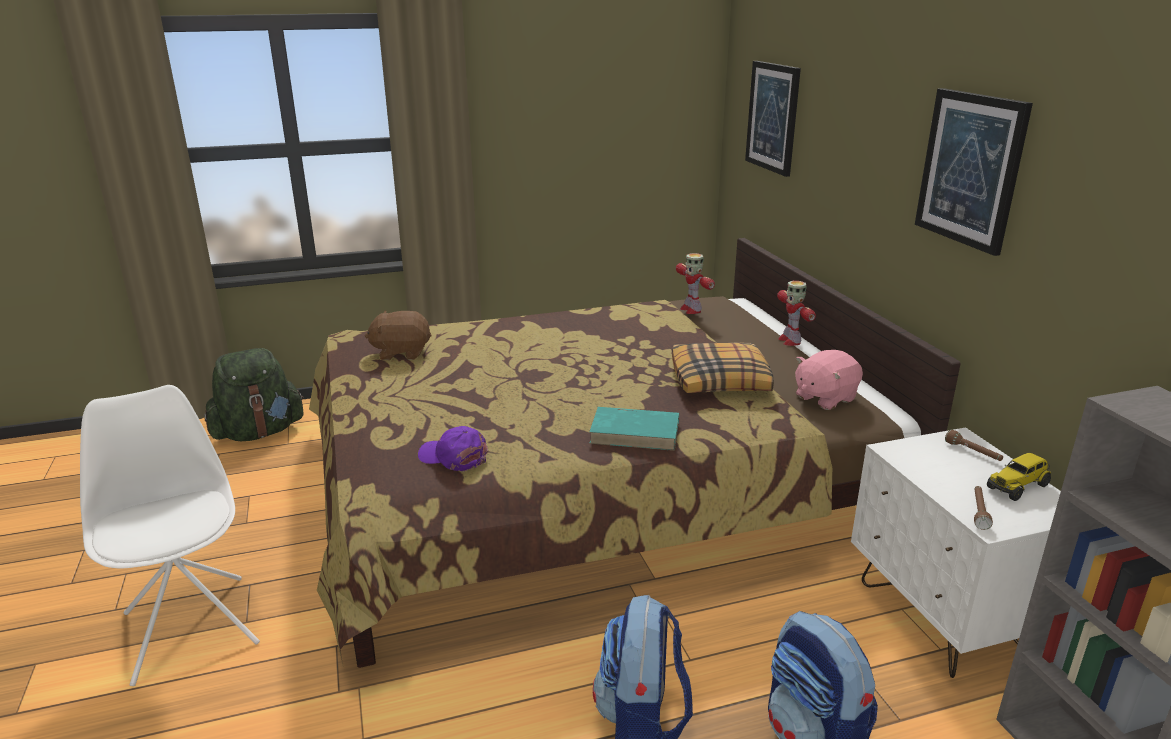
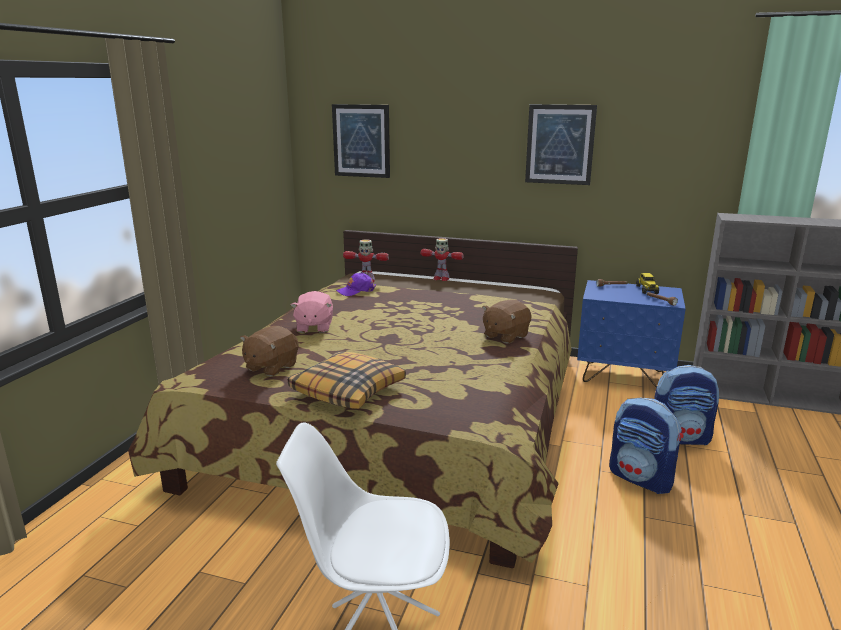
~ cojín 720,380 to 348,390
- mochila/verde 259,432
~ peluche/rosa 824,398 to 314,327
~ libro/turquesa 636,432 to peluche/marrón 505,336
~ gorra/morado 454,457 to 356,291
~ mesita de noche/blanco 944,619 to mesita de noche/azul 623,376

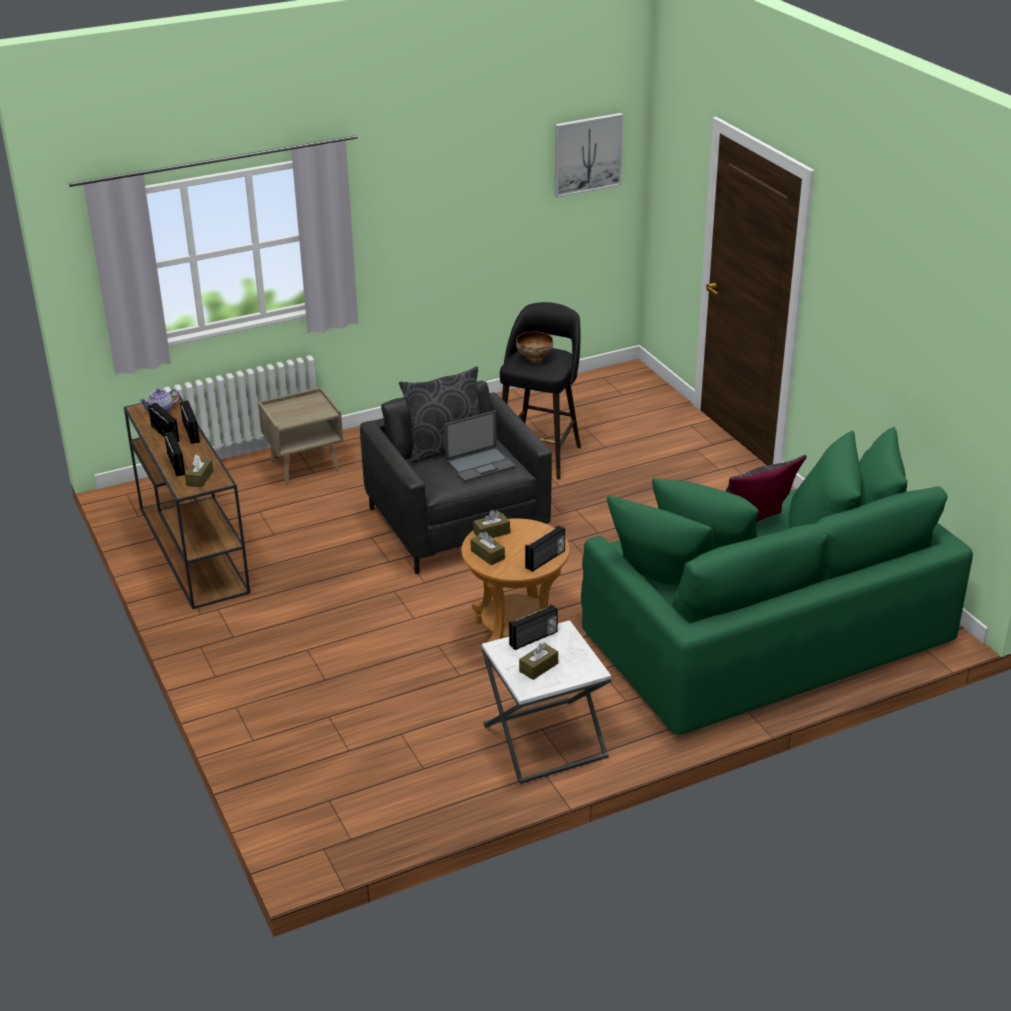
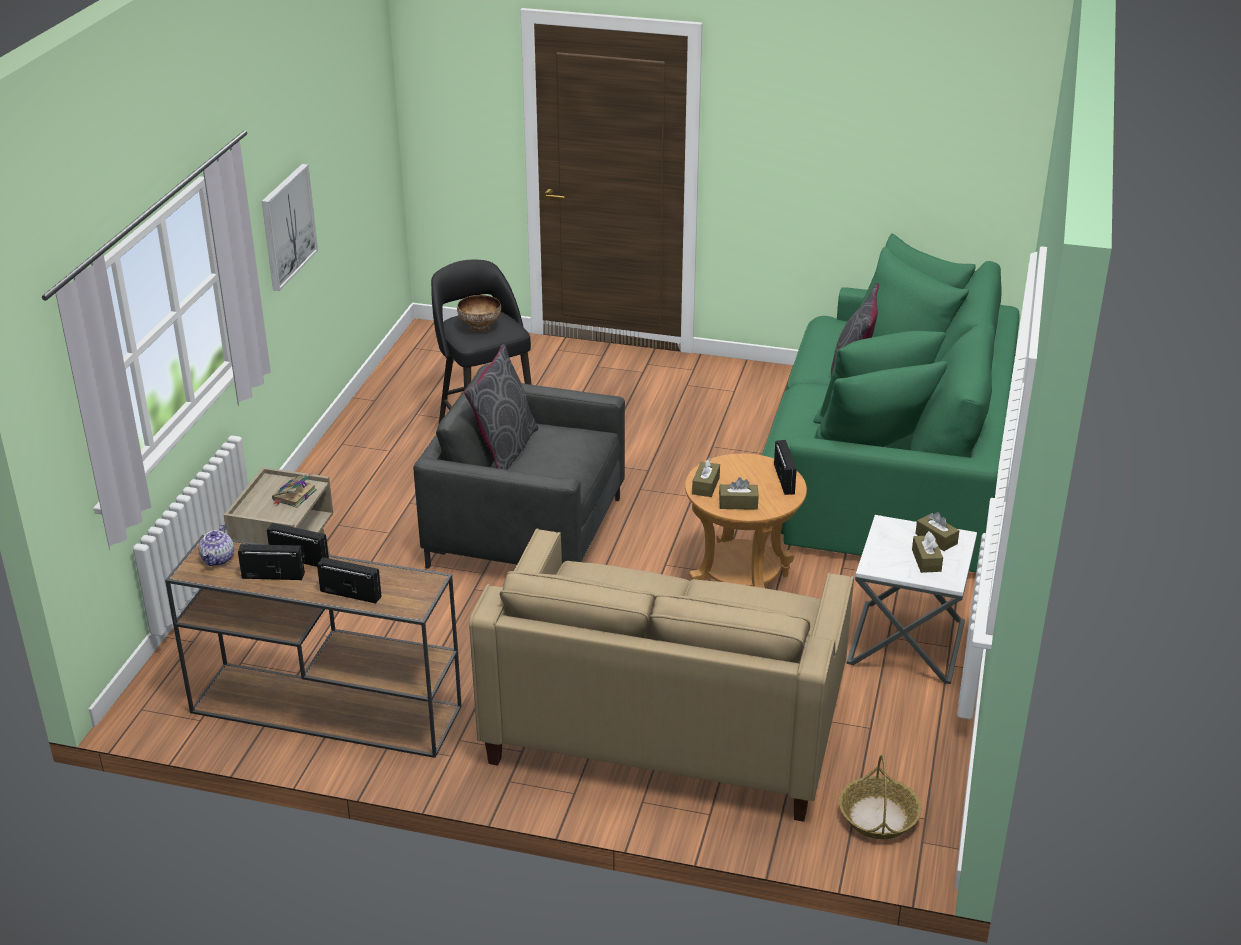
~ cuadro 587,154 to 287,226
- portátil 480,464
~ caja de pañuelos/marrón 200,478 to 936,539
- radio 534,639
+ libro 294,496
+ sofá/beis 666,724
+ cesta 878,817

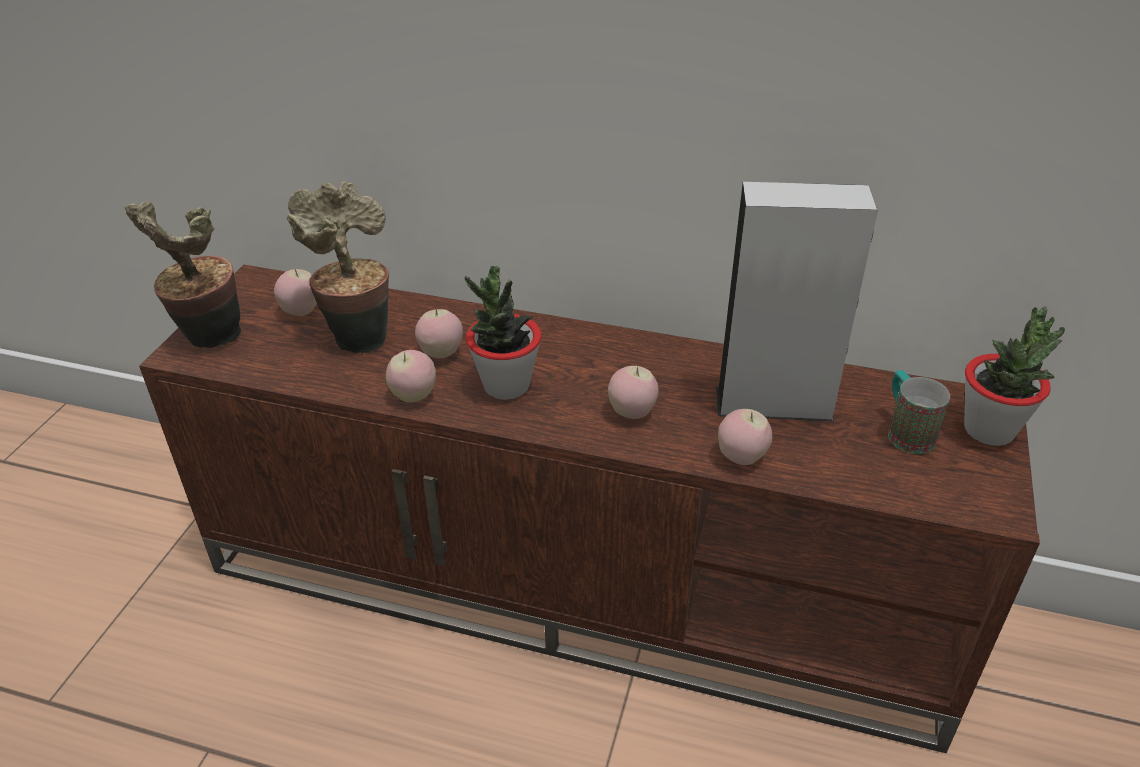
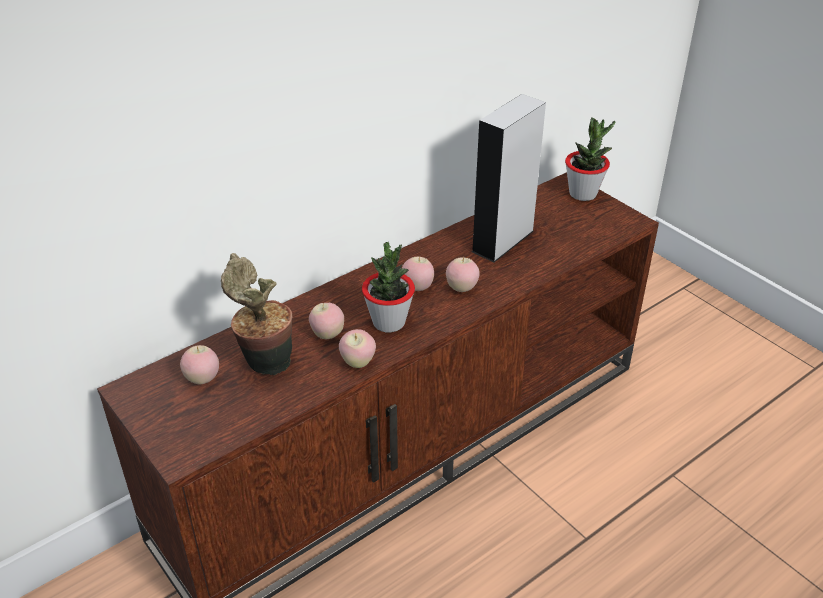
- planta en maceta 208,339
- taza grande 905,431
~ manzana 741,457 to 417,287

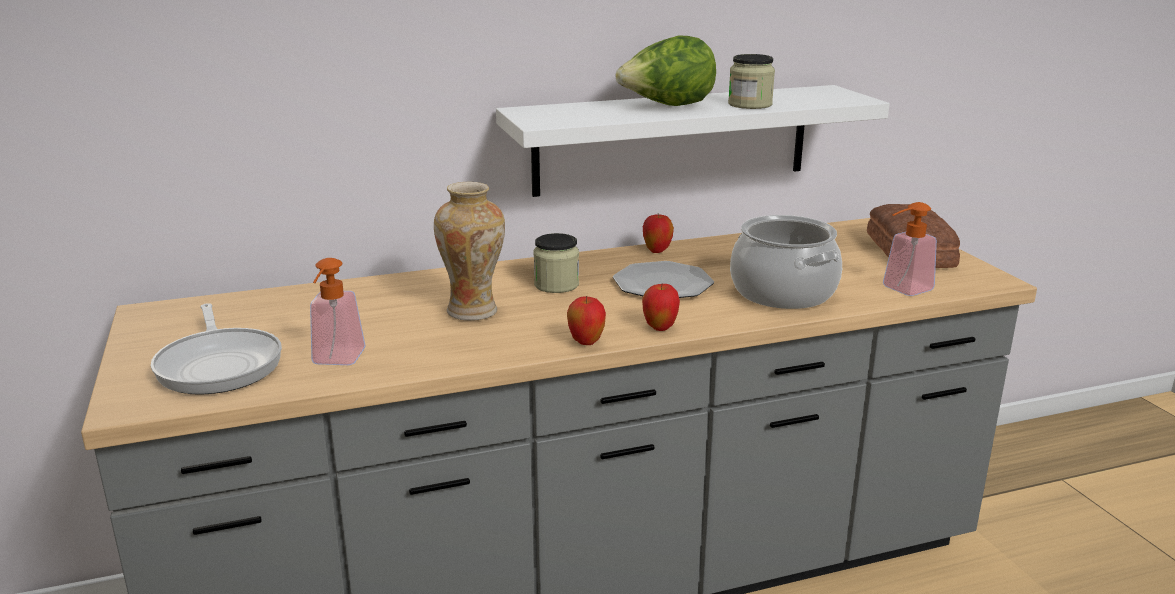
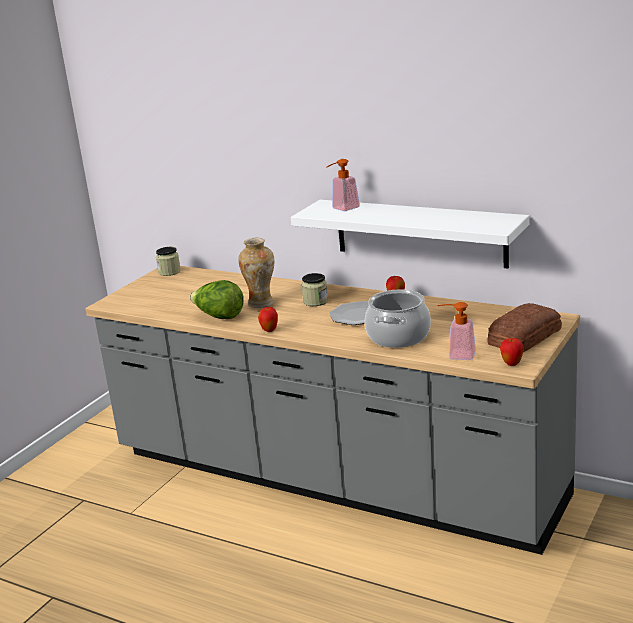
~ lechuga 667,106 to 219,317
~ tarro 750,104 to 169,272
~ dispensador de jabón 336,361 to 342,209
~ manzana 660,328 to 512,364
- sartén 219,365

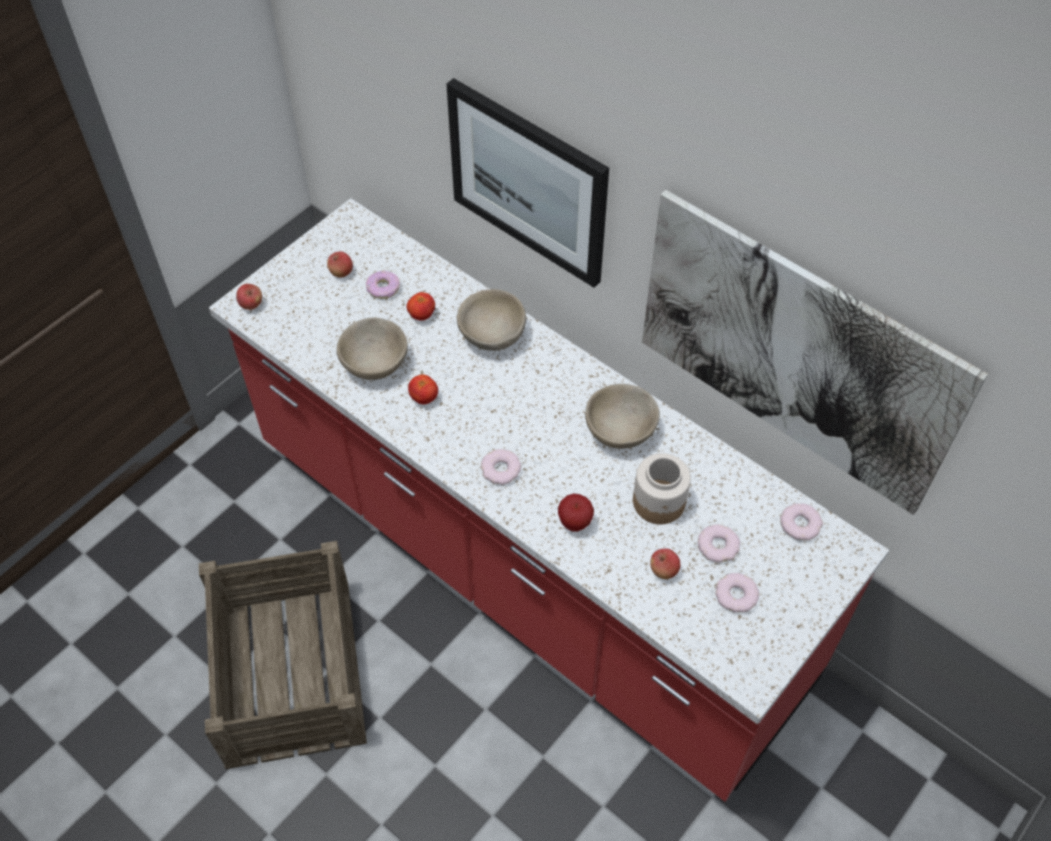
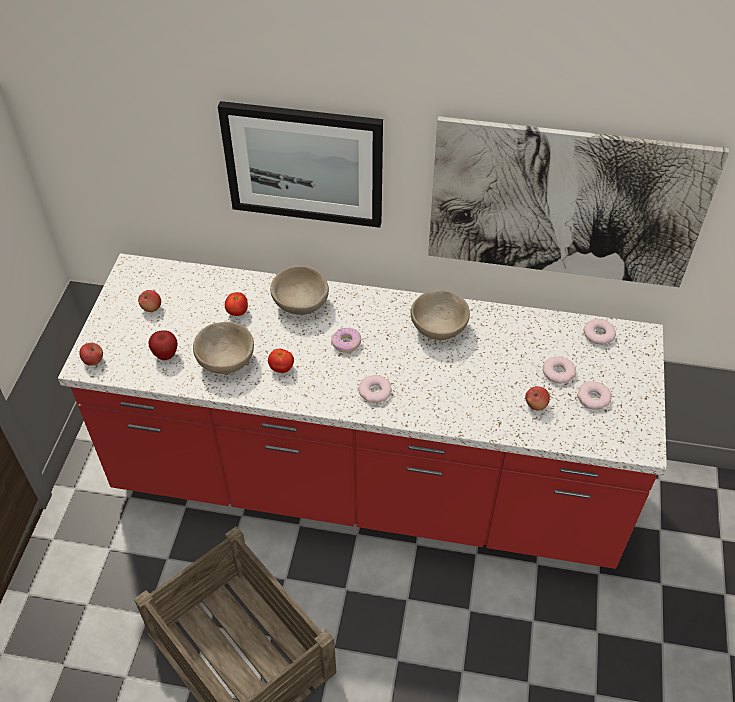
~ rosquilla 383,288 to 346,343
- tarro 659,502
~ manzana 575,523 to 166,355

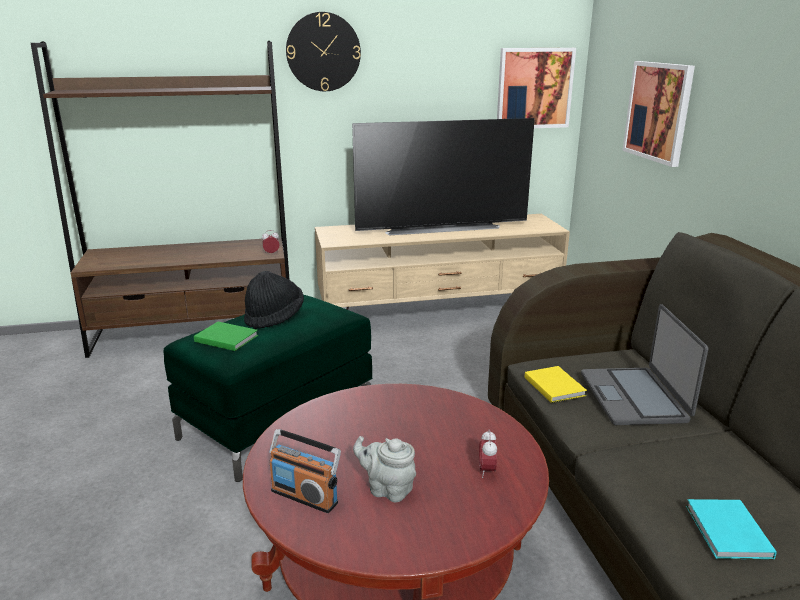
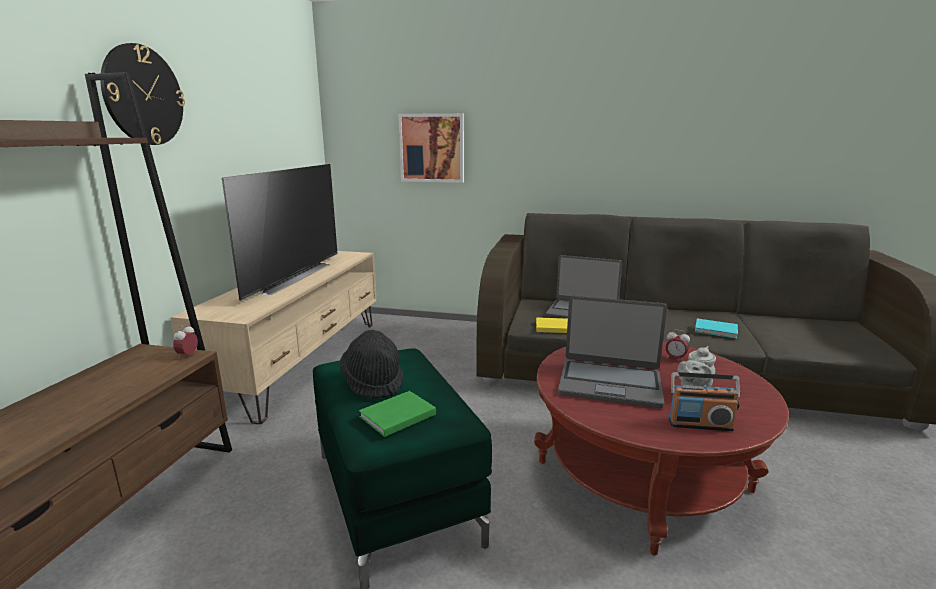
- cuadro 534,88
~ radio 305,496 = 700,424 45 degrees clockwise
+ portátil 610,383

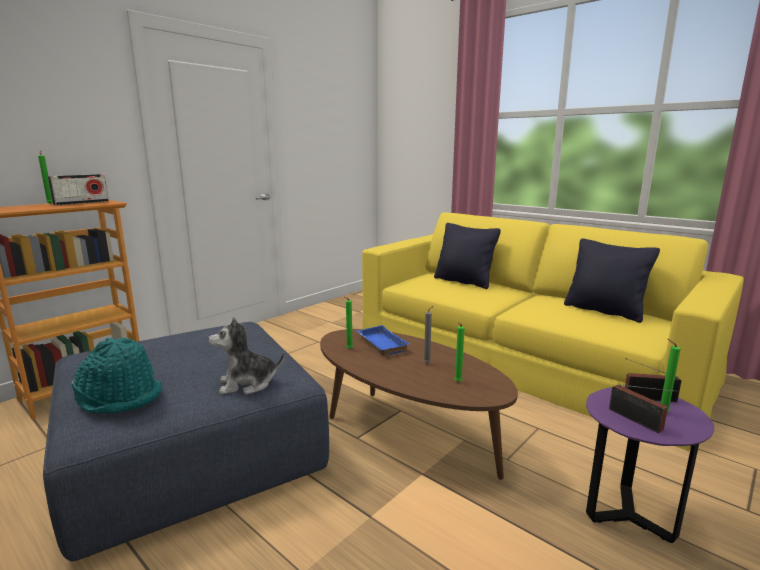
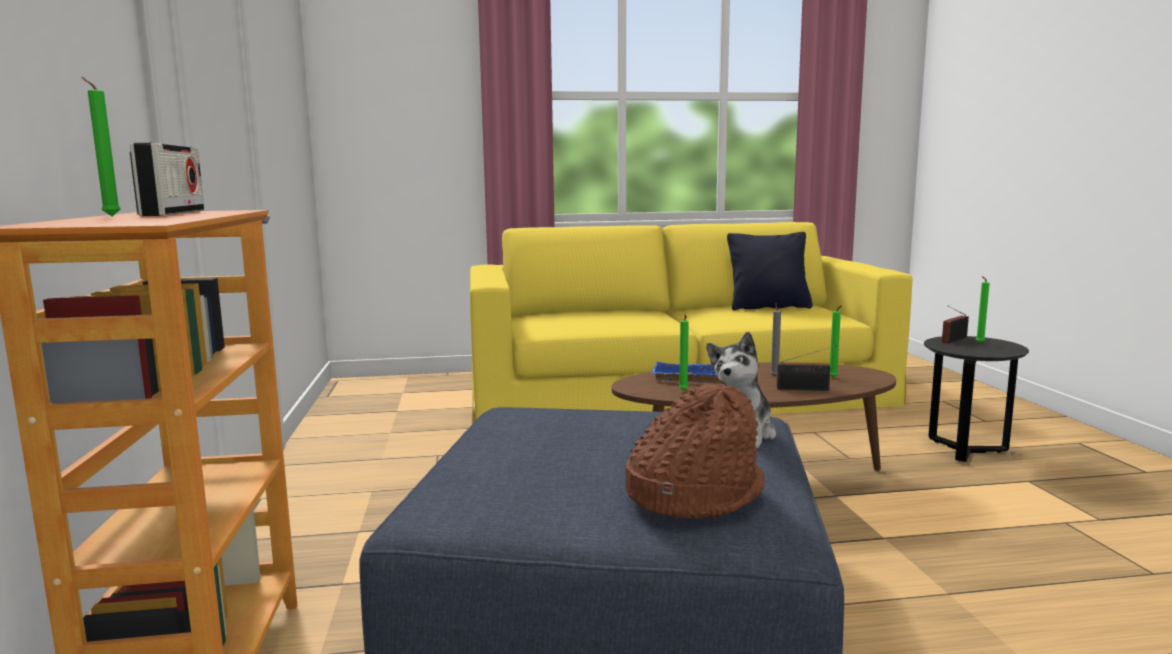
- cojín/negro 464,282
~ sombrero/turquesa 121,397 to sombrero/marrón 694,494
~ radio 637,421 to 805,389
~ mesa auxiliar/morado 628,516 to mesa auxiliar/negro 965,451

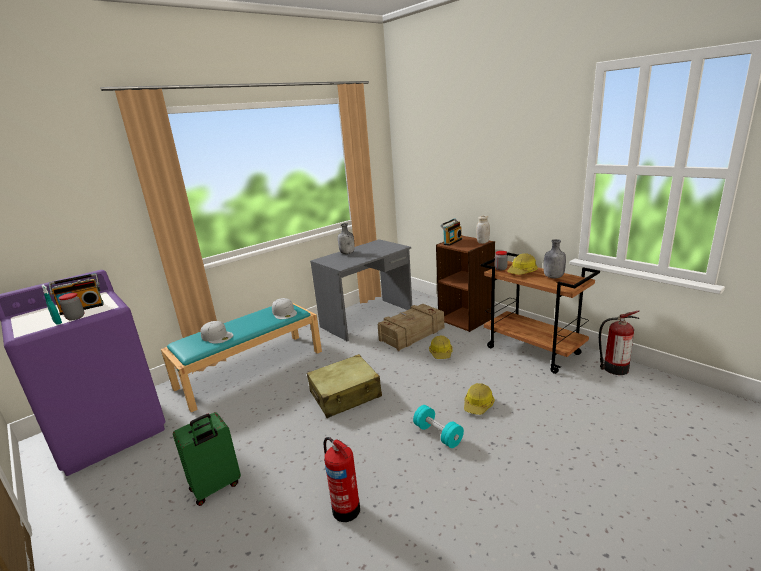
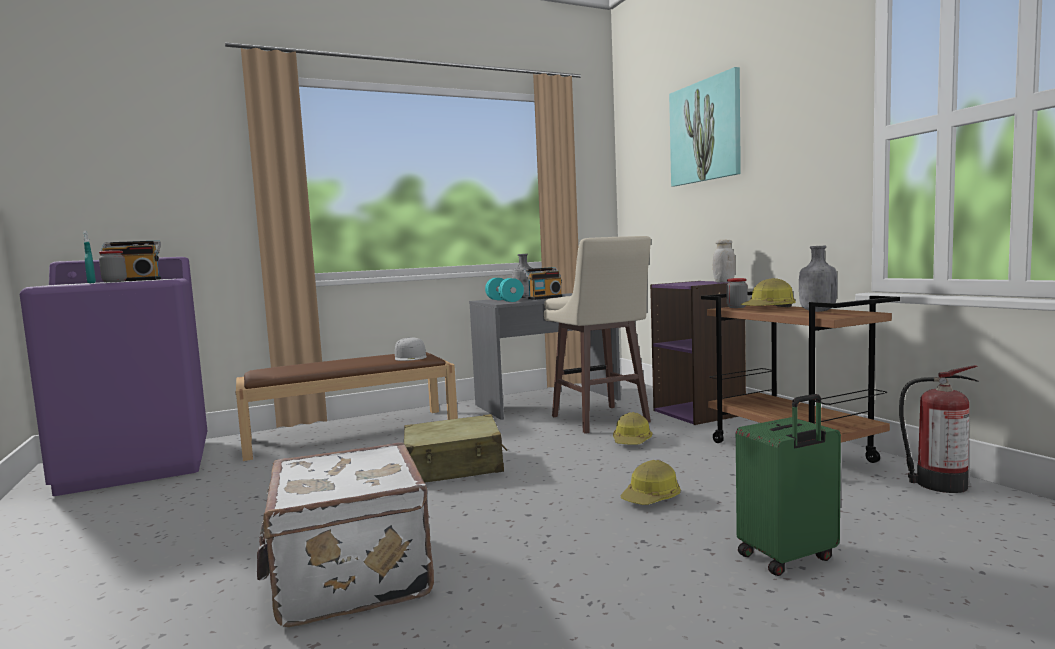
~ radio 451,241 to 544,298
~ estantería/marrón 466,319 to estantería/morado 699,412
~ banco/turquesa 251,368 to banco/marrón 352,432
~ caja de embalaje 411,334 to taburete/beis 600,420
- gorra/blanco 217,336
~ mancuerna/turquesa 438,434 to 504,300
~ maleta/verde 216,487 to 788,557
~ extintor 345,508 to maleta/blanco 349,576
+ cuadro 705,131

